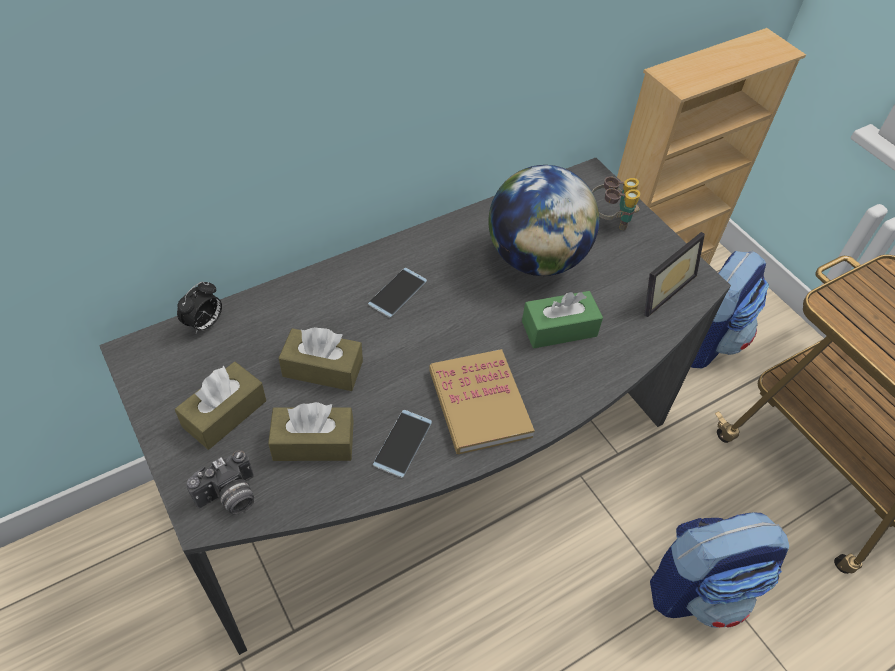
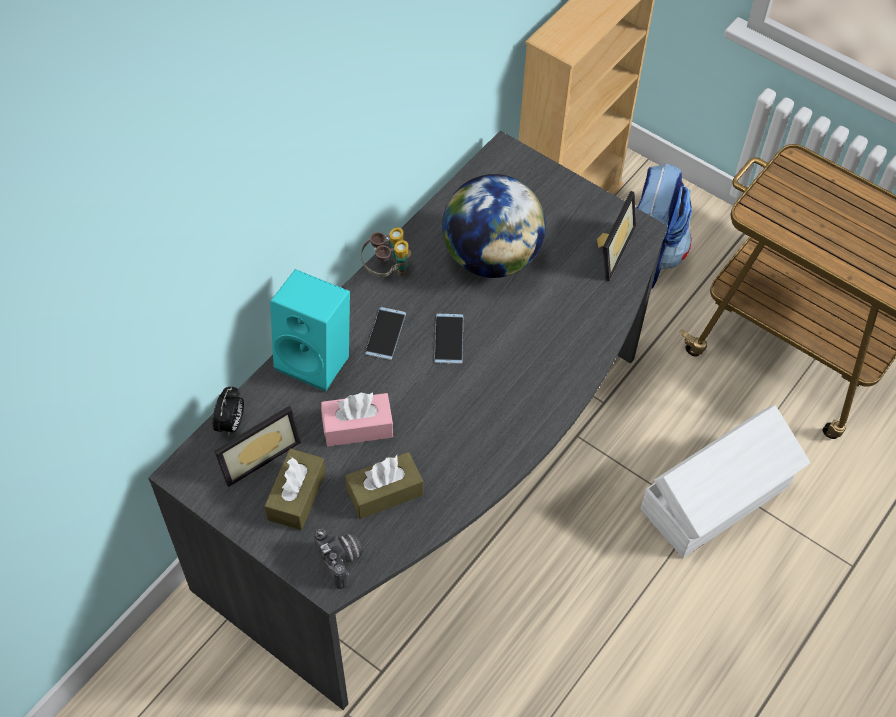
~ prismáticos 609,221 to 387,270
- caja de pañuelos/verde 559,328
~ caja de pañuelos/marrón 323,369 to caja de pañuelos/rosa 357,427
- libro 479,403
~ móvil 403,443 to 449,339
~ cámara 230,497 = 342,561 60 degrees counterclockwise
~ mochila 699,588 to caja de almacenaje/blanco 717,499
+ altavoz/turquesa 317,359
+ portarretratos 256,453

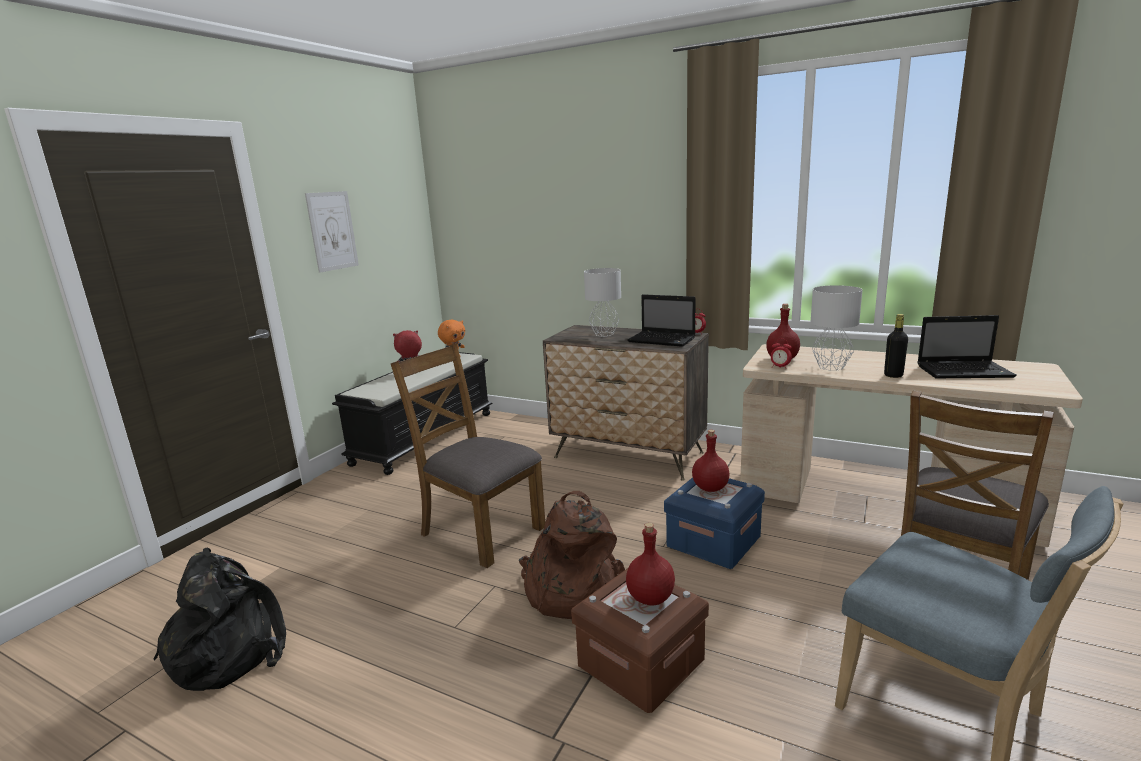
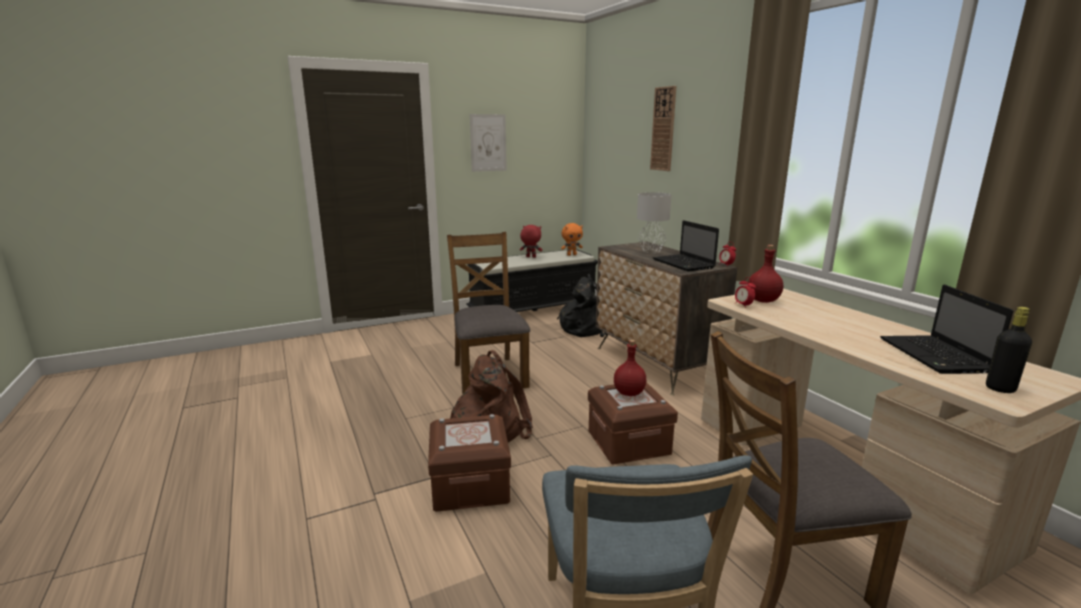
- lámpara de mesa/gris 831,367
~ botella/negro 893,375 to 1000,388
~ portátil 965,371 = 936,356 45 degrees clockwise
~ caja de almacenaje/azul 713,541 to caja de almacenaje/marrón 628,443
- botella/rojo 650,597
~ mochila/negro 230,650 to 585,328
+ reloj de pared 663,129

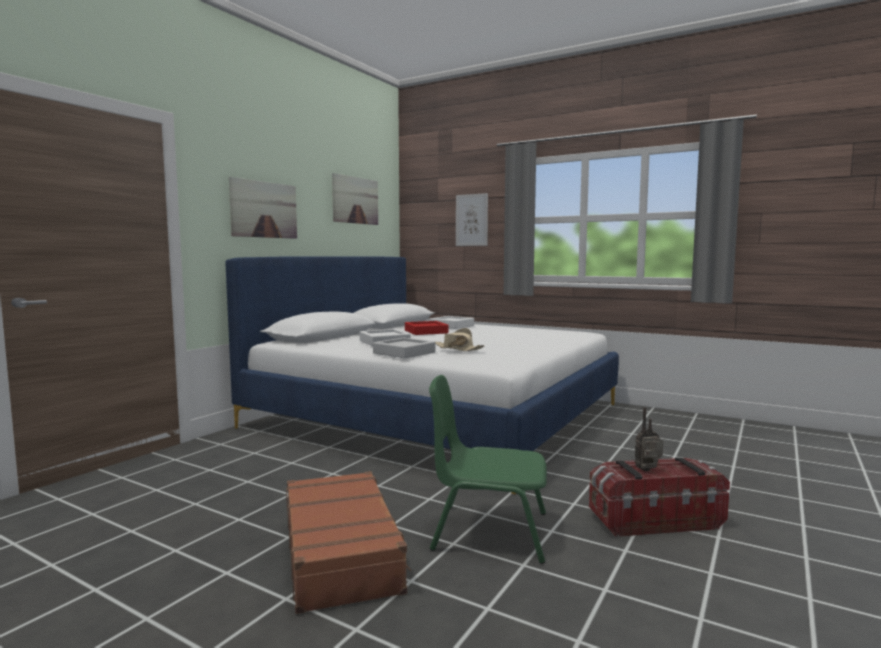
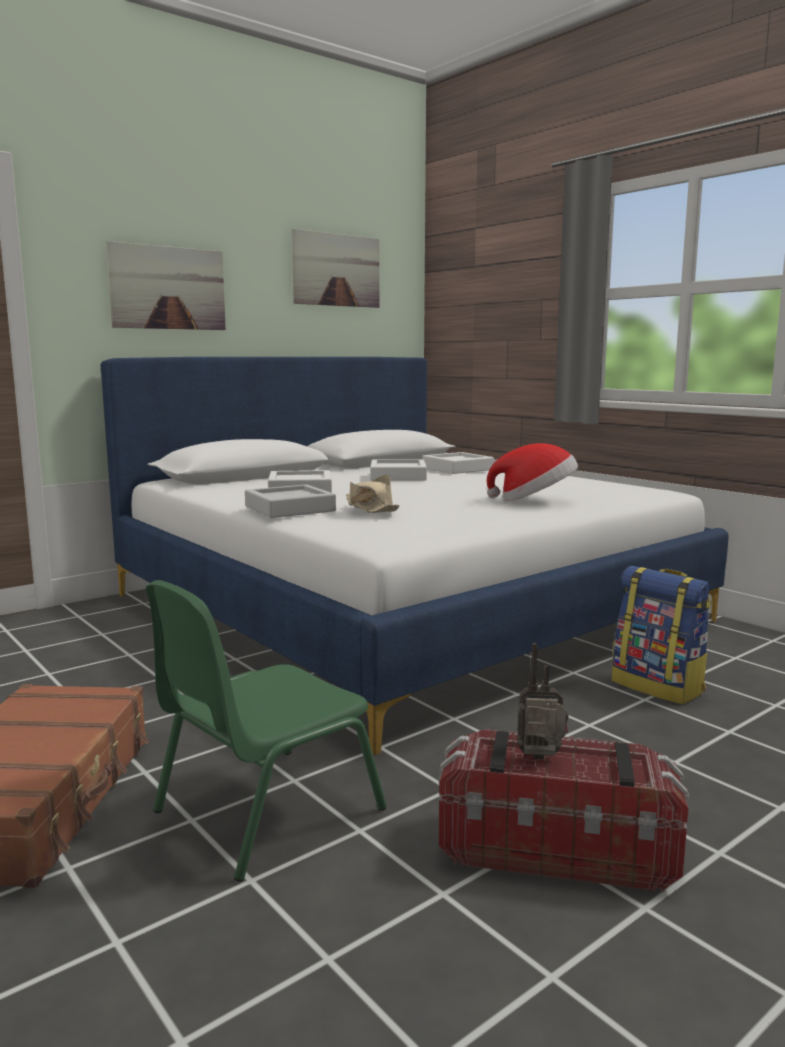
- cuadro 471,220
~ bandeja/rojo 426,332 to bandeja/blanco 398,476
~ silla/verde 488,531 = 264,810 75 degrees counterclockwise
+ sombrero 534,500
+ mochila 658,686

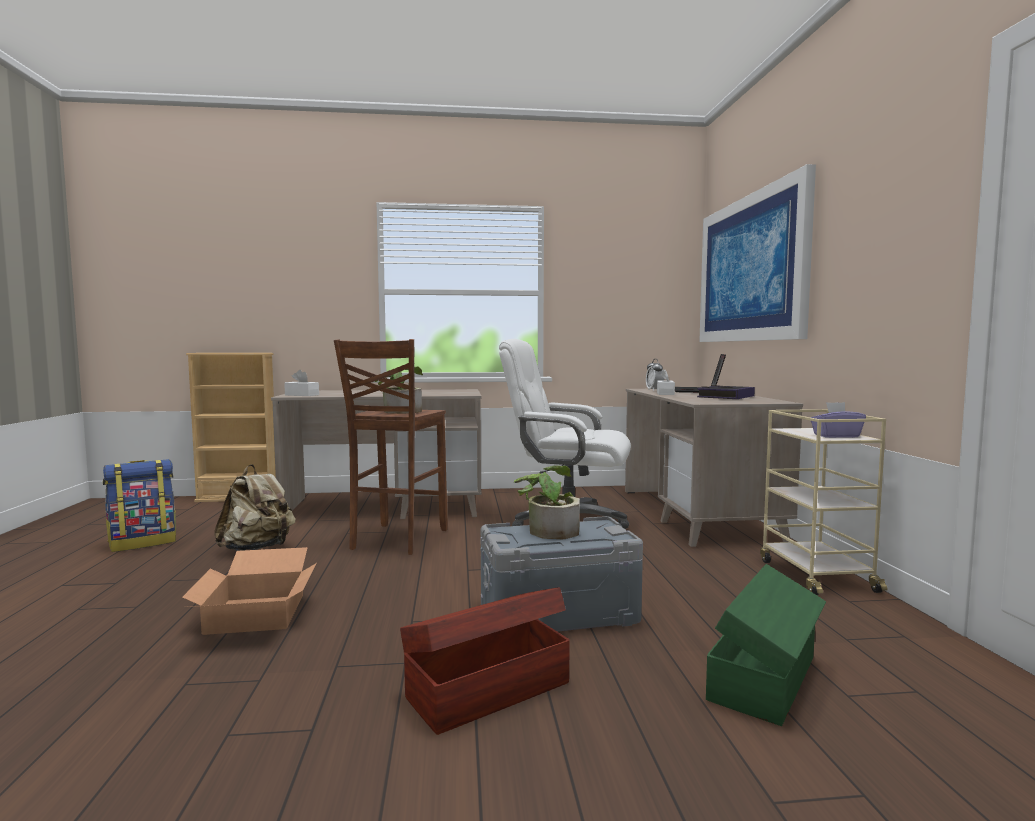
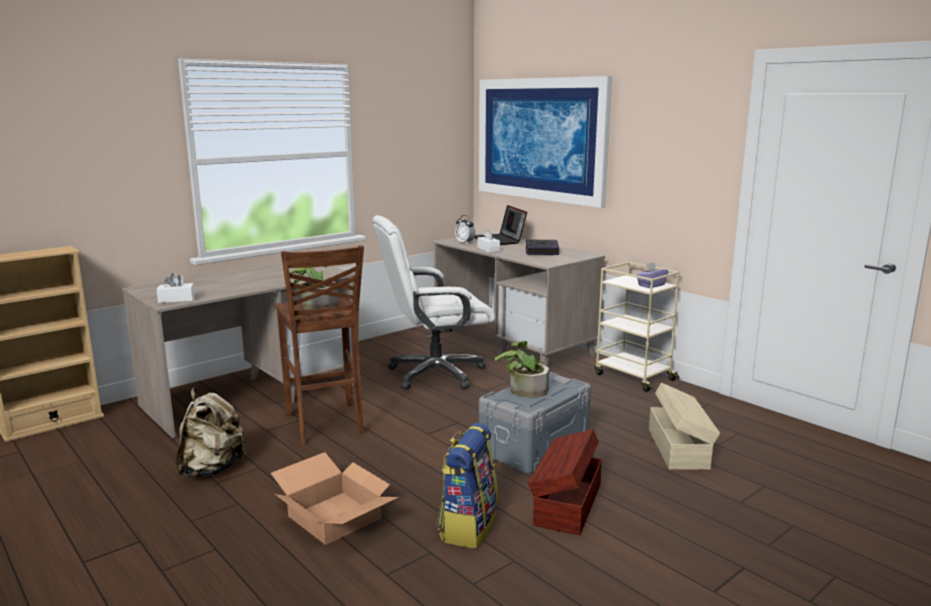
~ mochila 143,543 to 467,526
~ caja de almacenaje/verde 766,678 to caja de almacenaje/beis 679,448

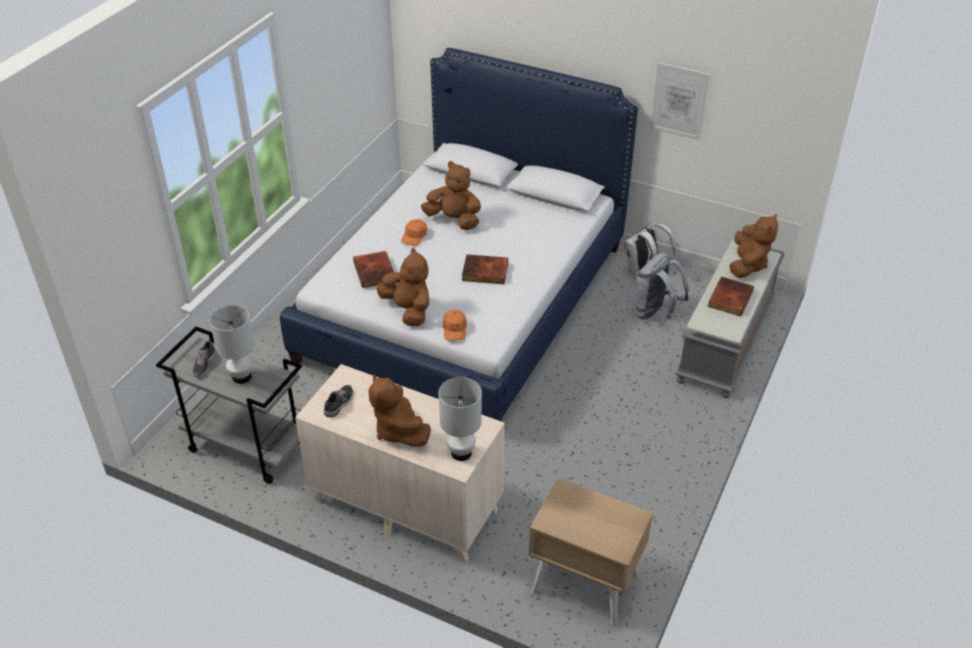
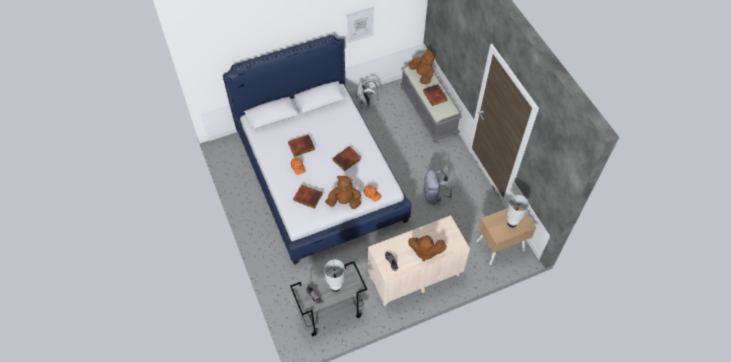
~ peluche/marrón 454,220 to libro 301,146
~ mochila/gris 655,313 to 434,196
~ lámpara de mesa/blanco 461,453 to 512,223

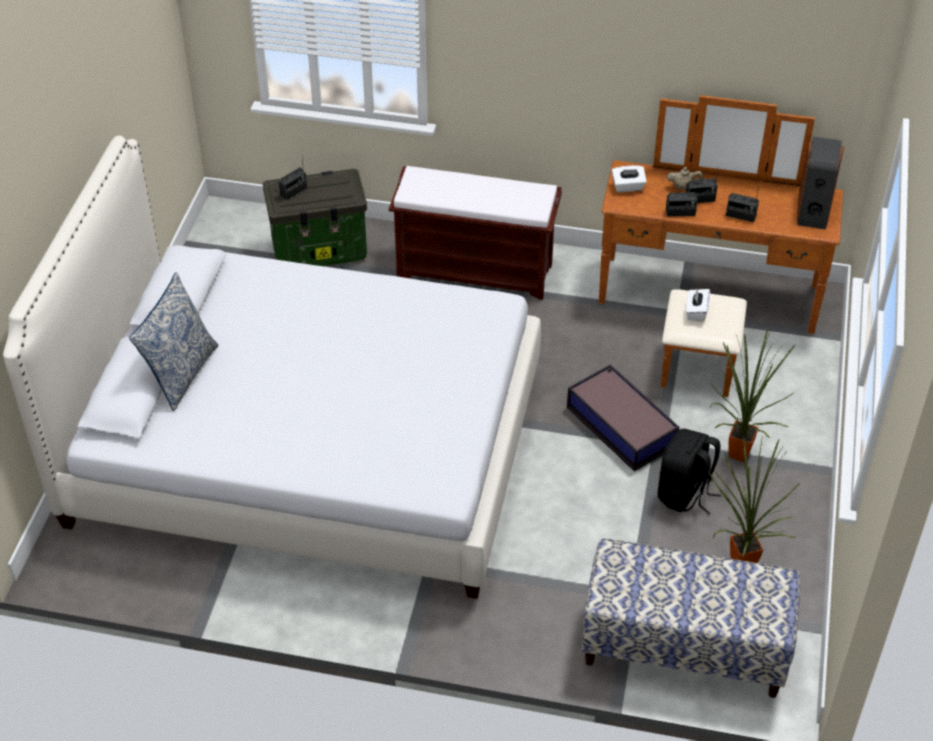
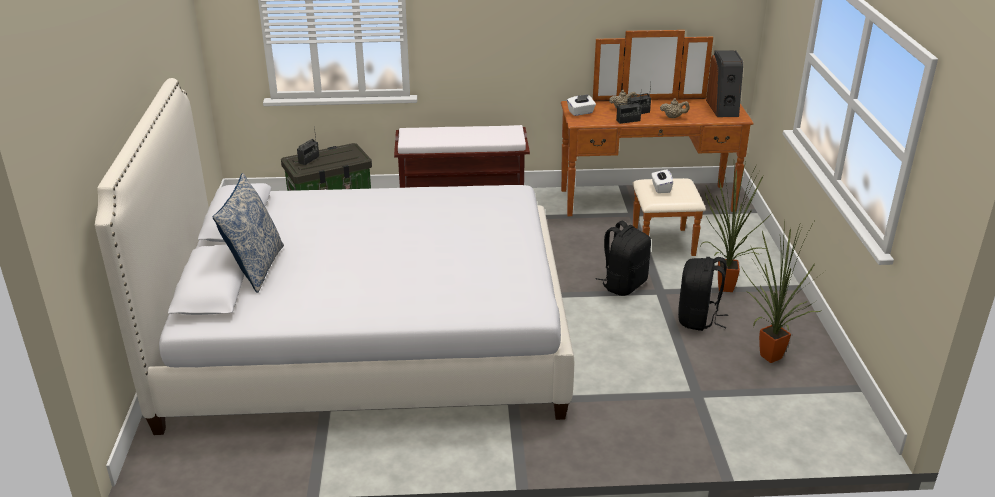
~ radio 740,216 to tetera/beis 673,117
~ caja de almacenaje 620,425 to mochila/negro 623,284
- banco 683,647

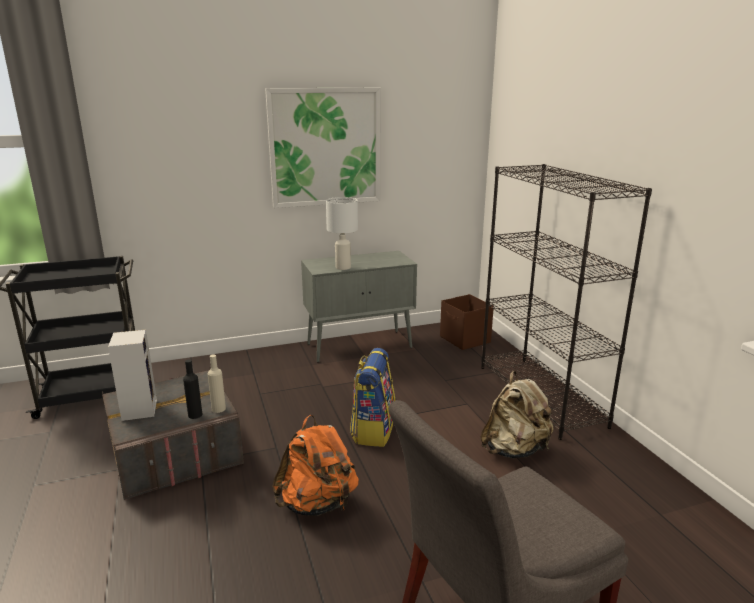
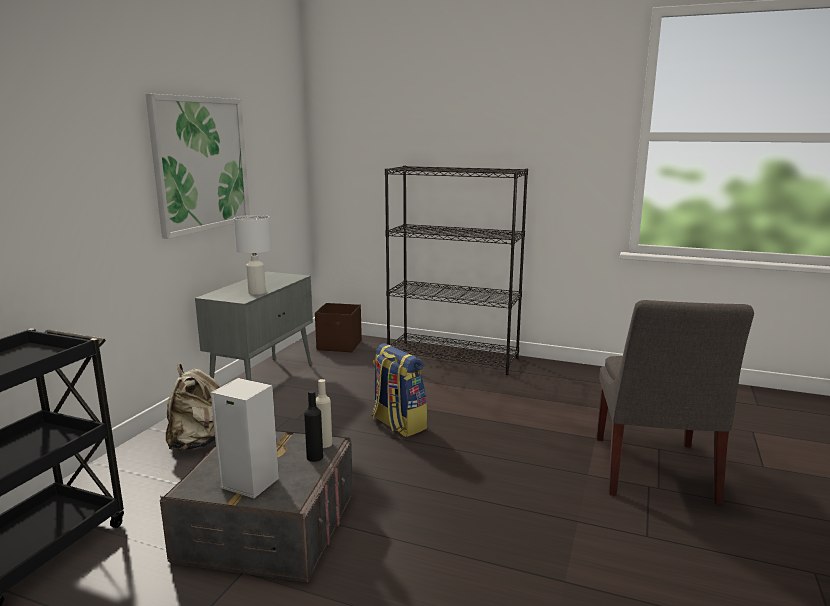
~ mochila/beis 514,450 to 198,442
- mochila/naranja 317,504

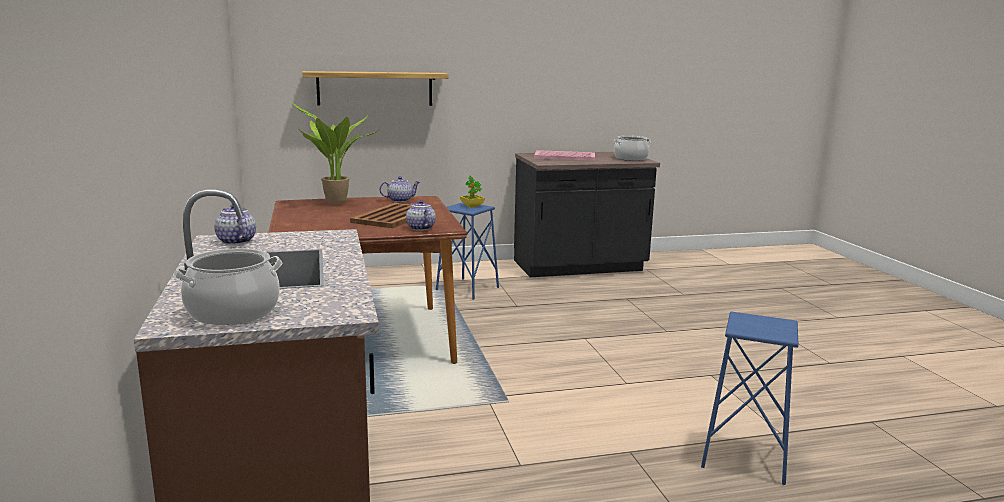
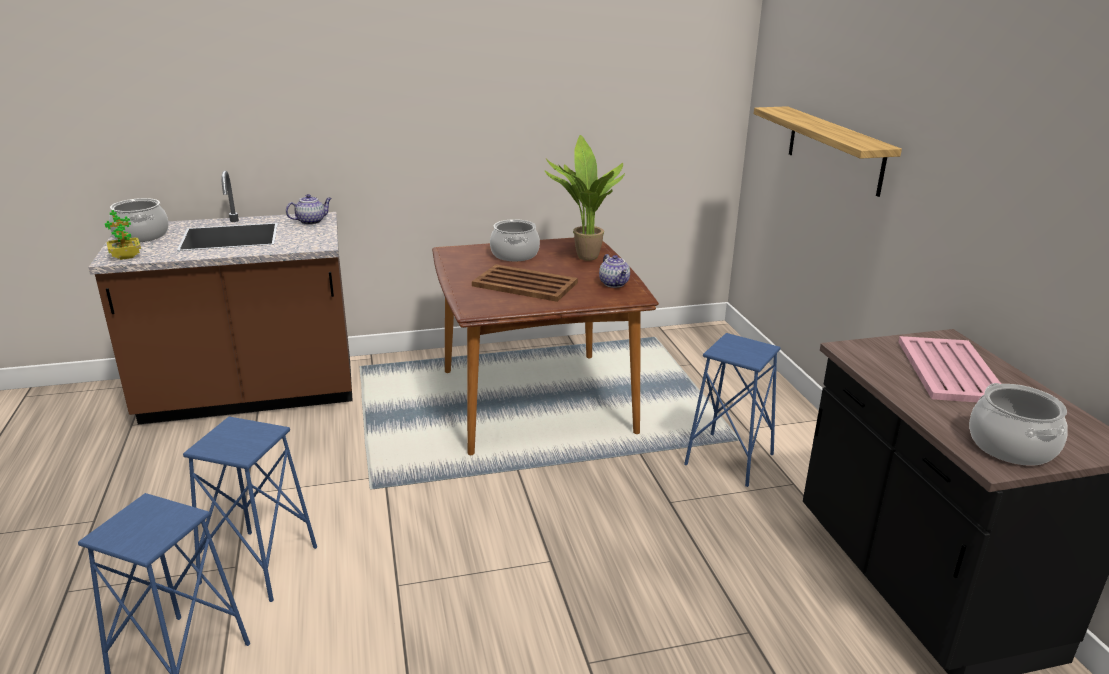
~ planta en maceta 472,206 to 126,256
- tetera 420,228
+ olla 515,255
+ taburete/azul 259,565

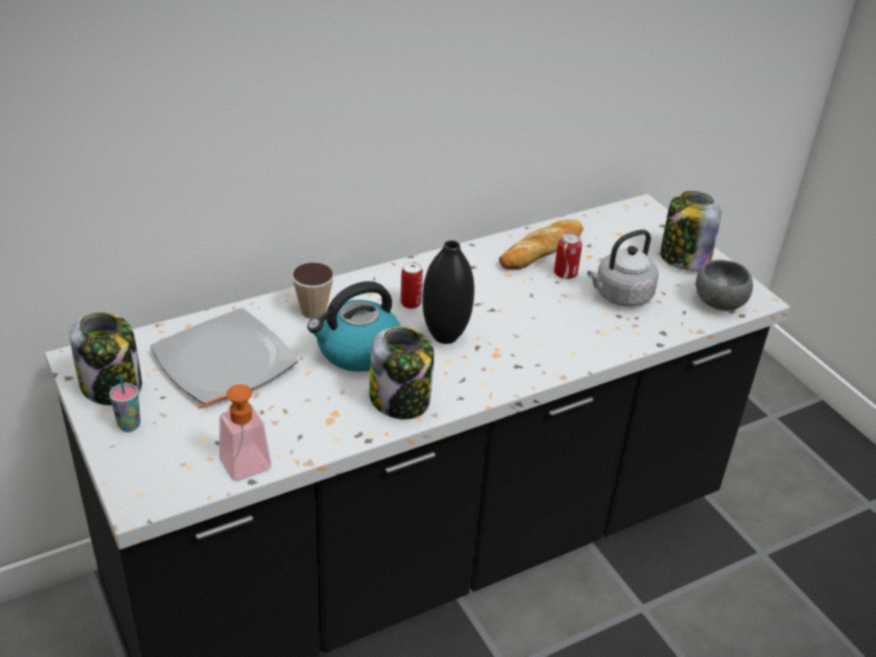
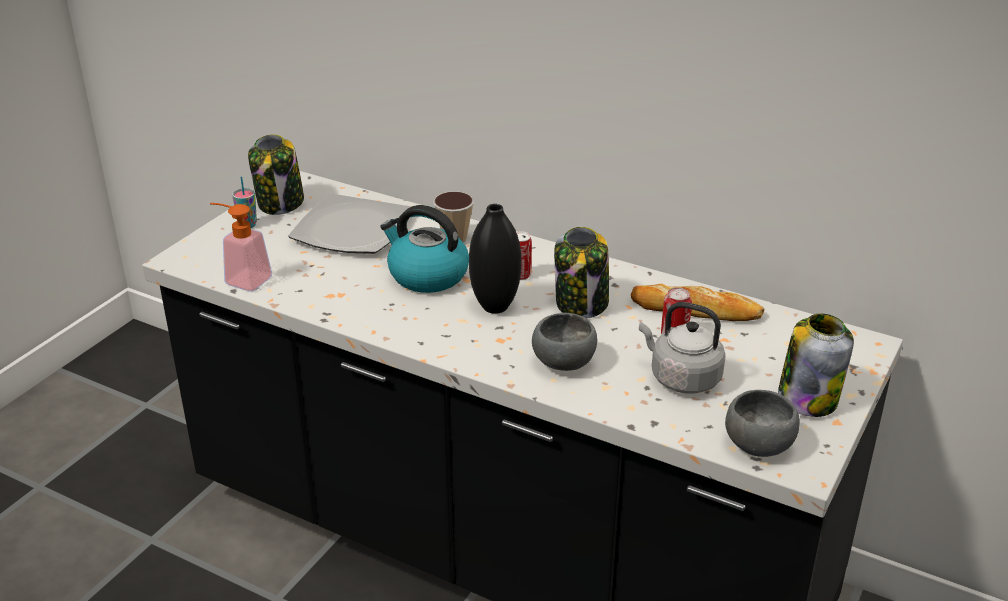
~ tarro 401,400 to 582,304
+ cuenco/gris 565,363

